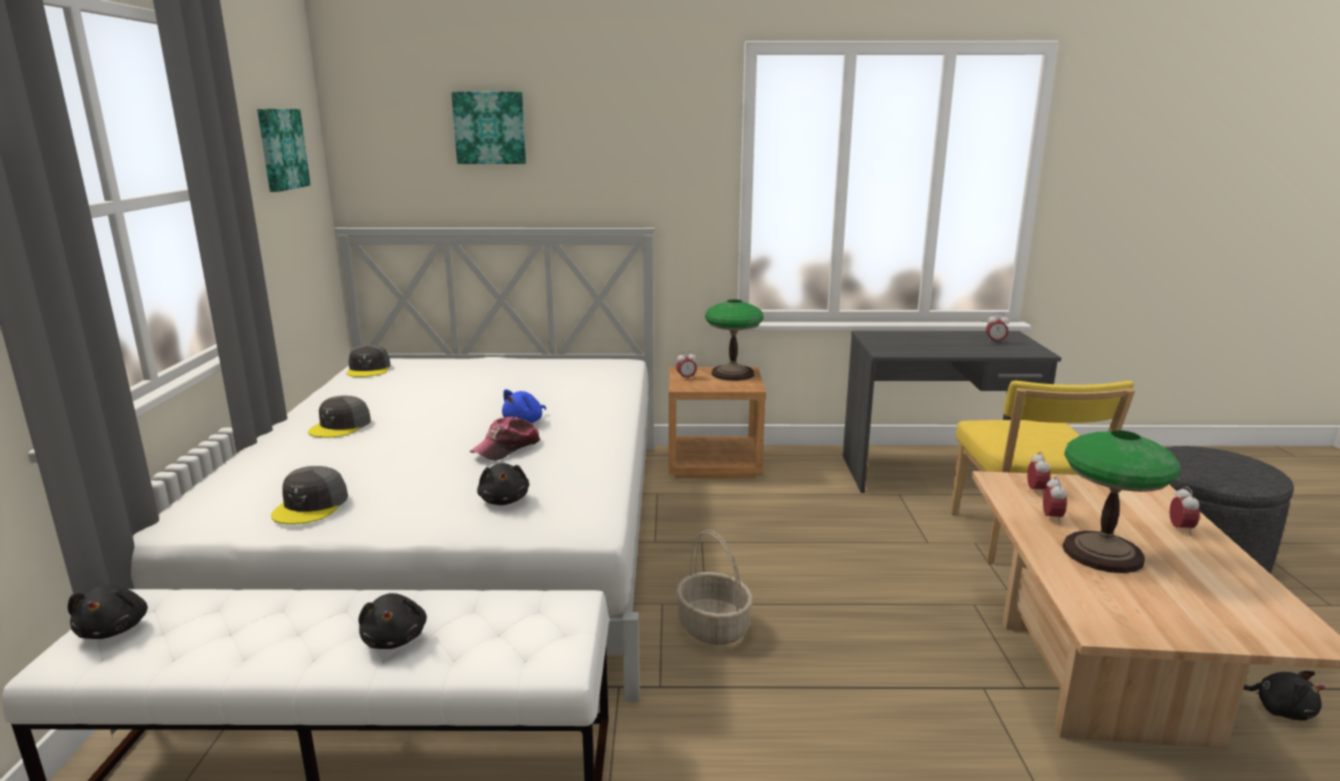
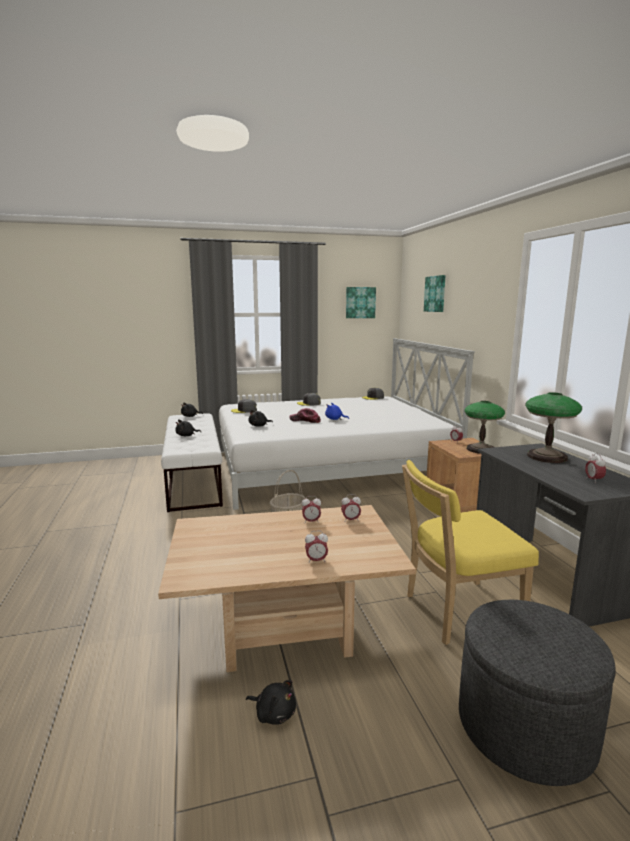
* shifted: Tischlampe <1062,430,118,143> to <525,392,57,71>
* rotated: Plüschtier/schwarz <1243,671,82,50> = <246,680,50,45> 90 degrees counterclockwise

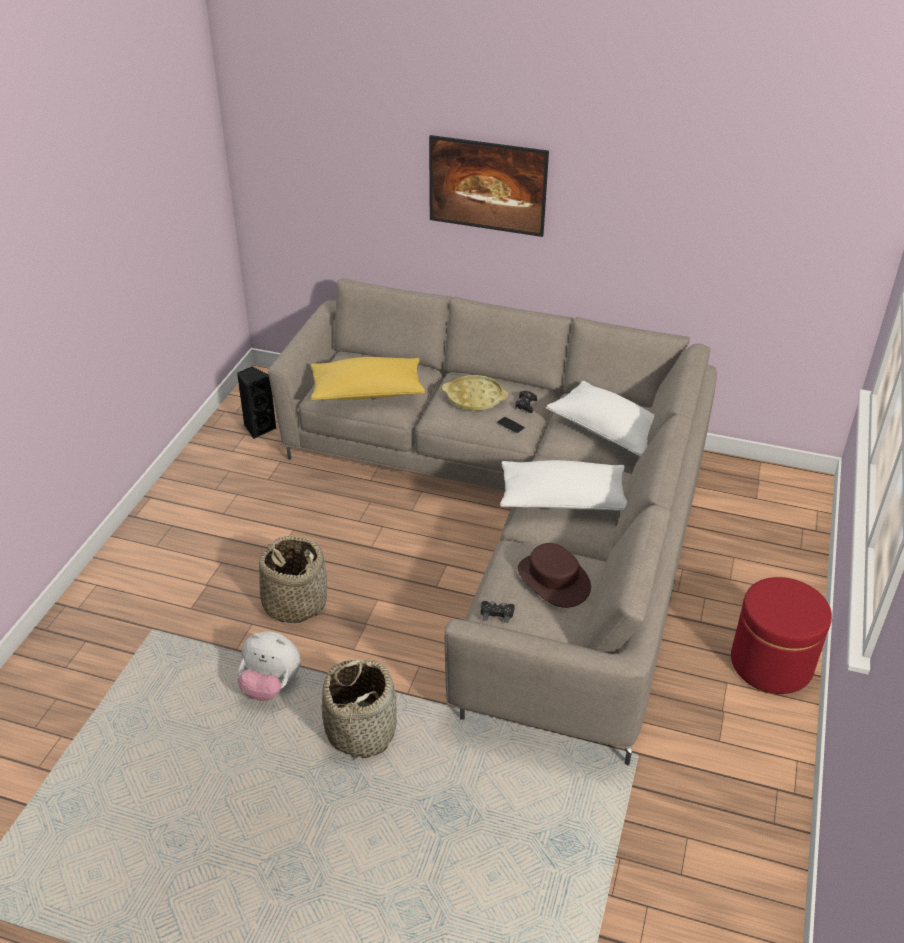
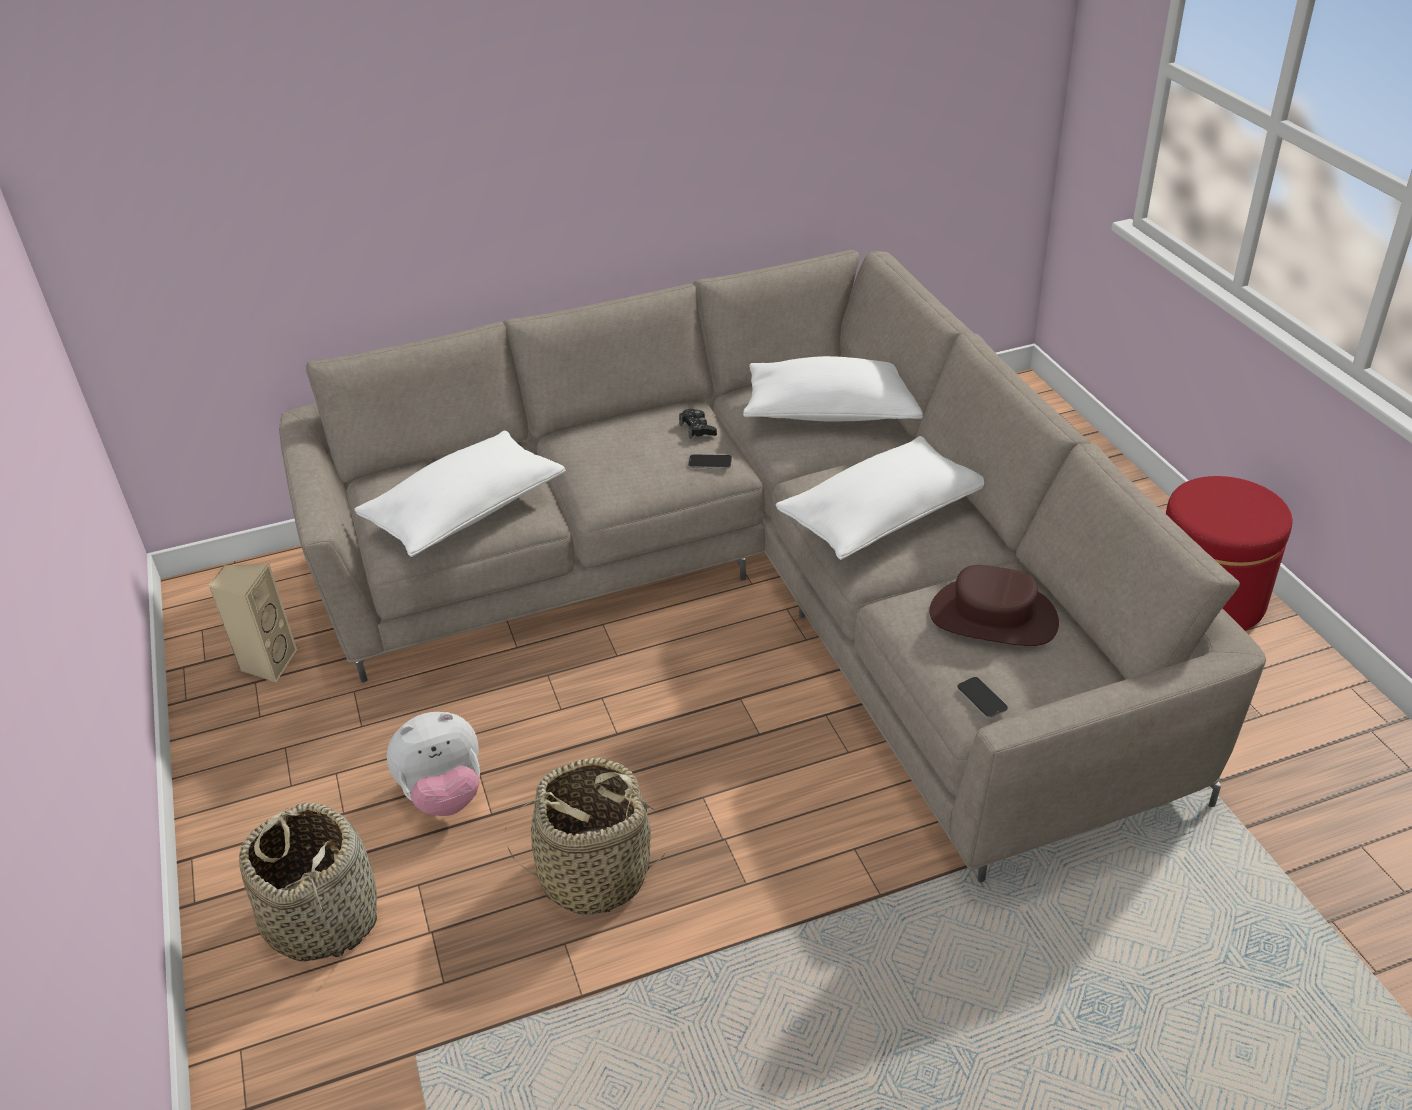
* repainted: Lautsprecher/schwarz <237,366,39,73> to Lautsprecher/beige <208,564,89,118>
* shifted: Plüschtier <238,631,63,70> to <387,712,93,104>
* repainted: Kissen/gelb <310,357,115,43> to Kissen/weiß <354,431,212,126>
* shifted: Korb <322,658,75,102> to <239,802,138,160>
* gone: Bild <429,135,120,102>
* gone: Tablett/gelb <442,375,66,36>
* swapped: Gamepad/schwarz <481,601,34,22> to Handy <957,677,51,41>

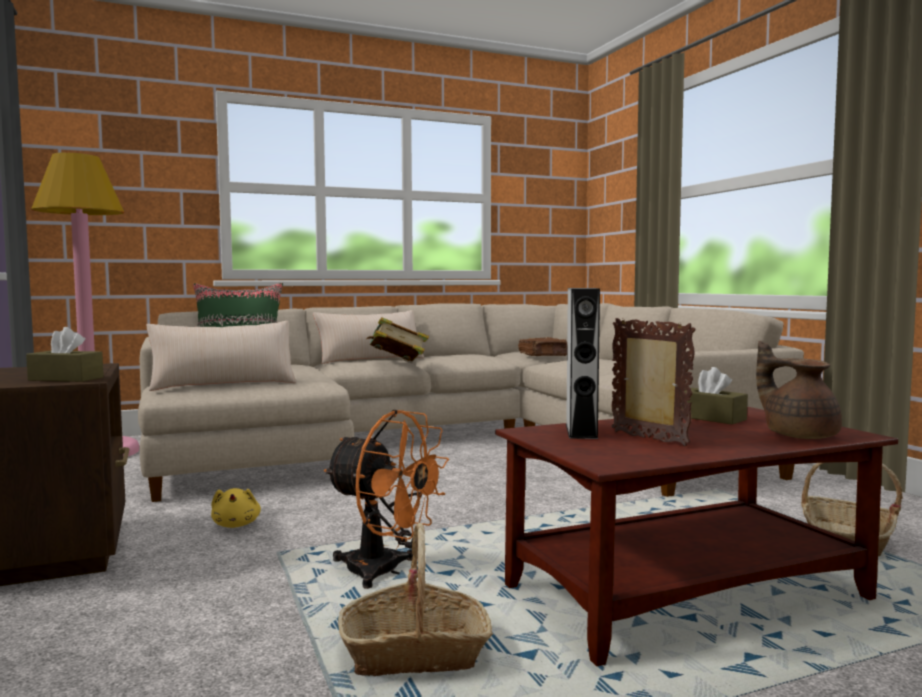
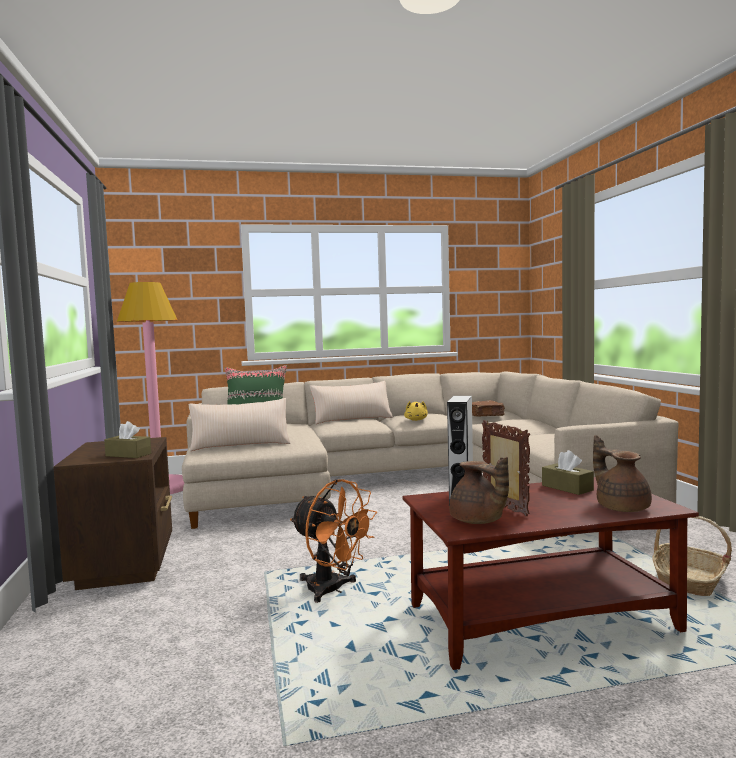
* shifted: Plüschtier/gelb <211,488,50,40> to <404,401,24,20>
* gone: Korb <338,523,155,153>
* gone: Buch <366,317,63,44>
* new: Teekanne/braun <449,457,60,67>

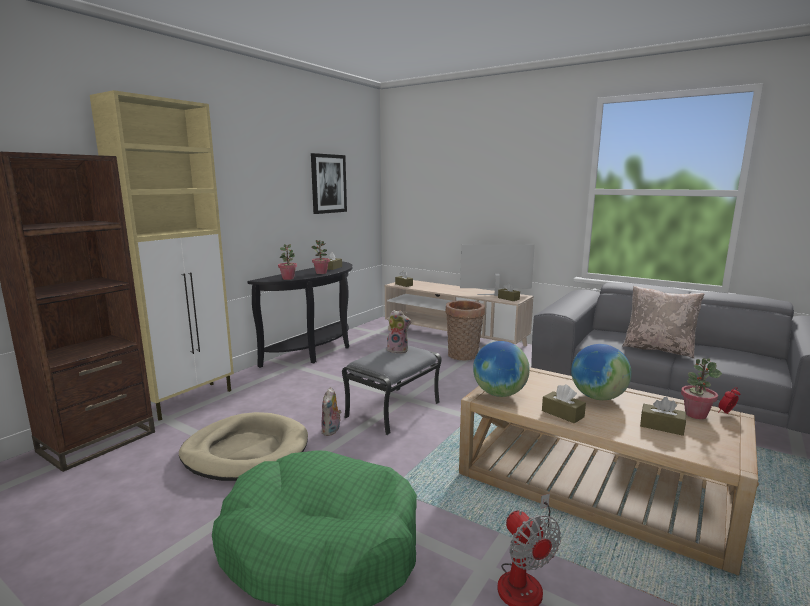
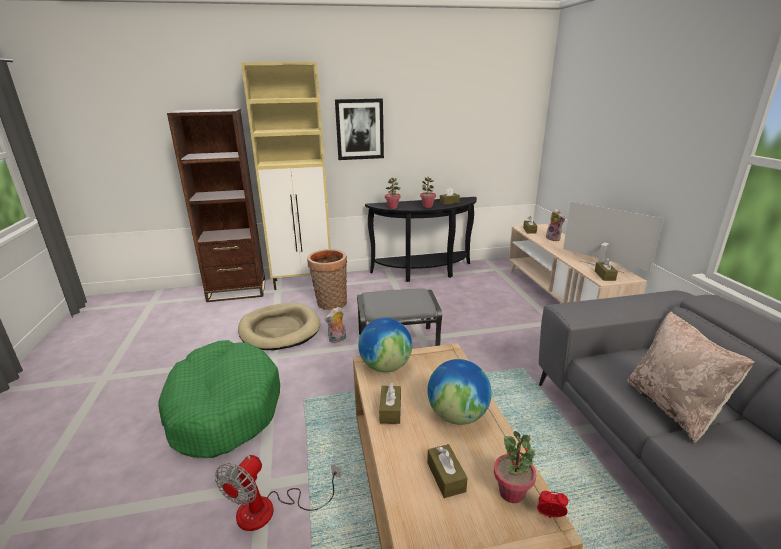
* shifted: Bild <311,153,36,61> to <335,99,49,61>
* shifted: Plüschtier <387,310,25,44> to <546,209,19,32>
* shifted: Korb <446,300,39,60> to <307,249,40,61>

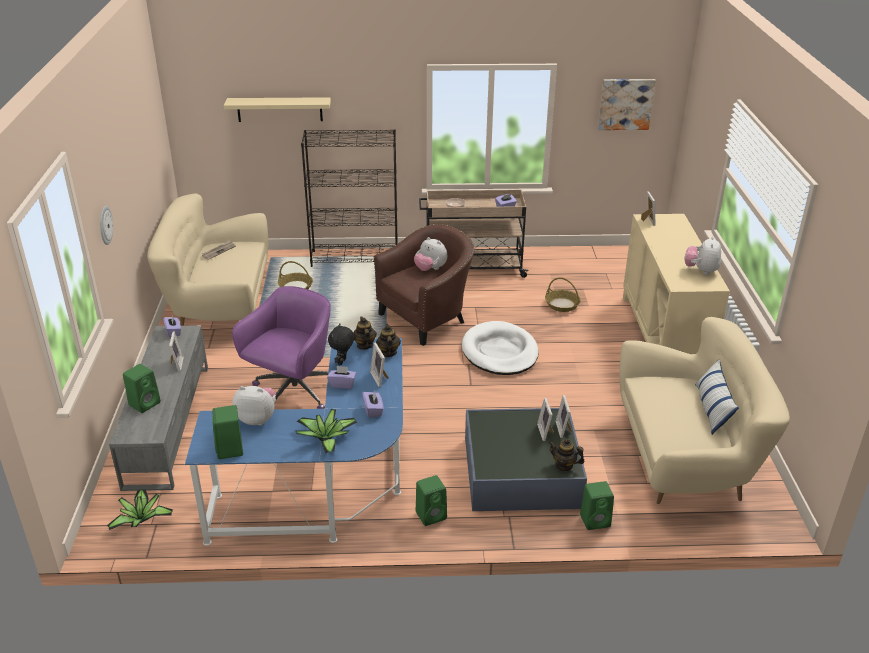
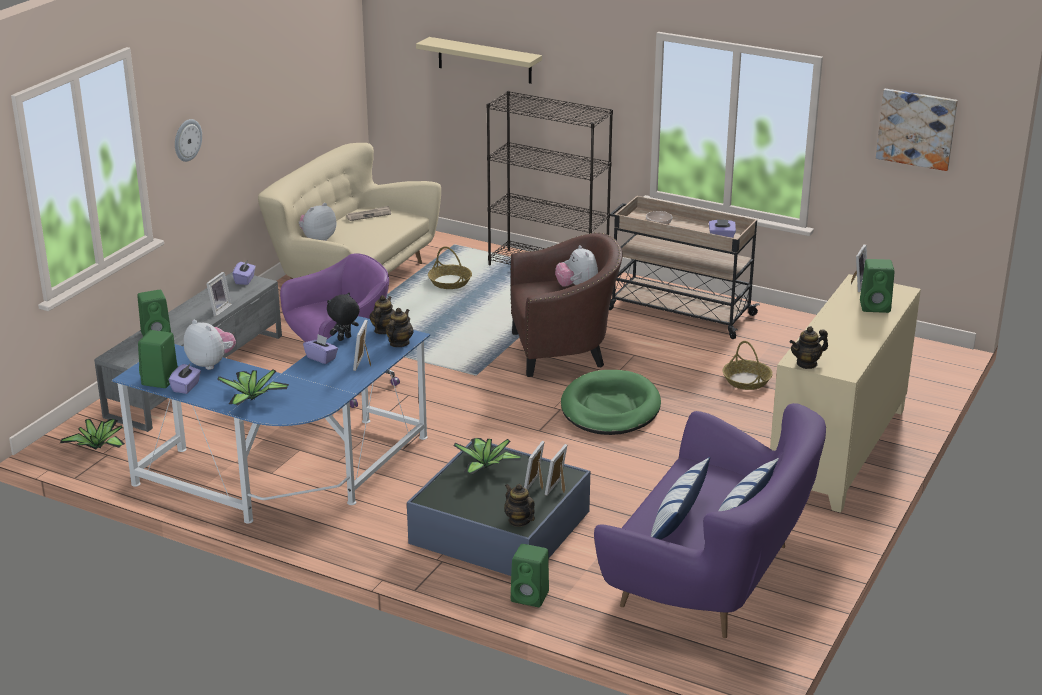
* shifted: Taschentuchbox/lila <362,391,22,27> to <169,364,32,30>
* shifted: Lautsprecher/grün <416,475,31,51> to <860,259,35,54>
* repainted: Hundebett/weiß <462,321,77,54> to Hundebett/grün <561,370,100,65>
* repainted: Sofa/beige <619,317,171,187> to Sofa/lila <594,403,232,235>
* shifted: Plüschtier <685,236,36,39> to <299,203,38,38>
* new: Topfpflanze <454,438,69,36>
* new: Kissen <651,457,59,83>
* new: Teekanne <790,326,38,43>

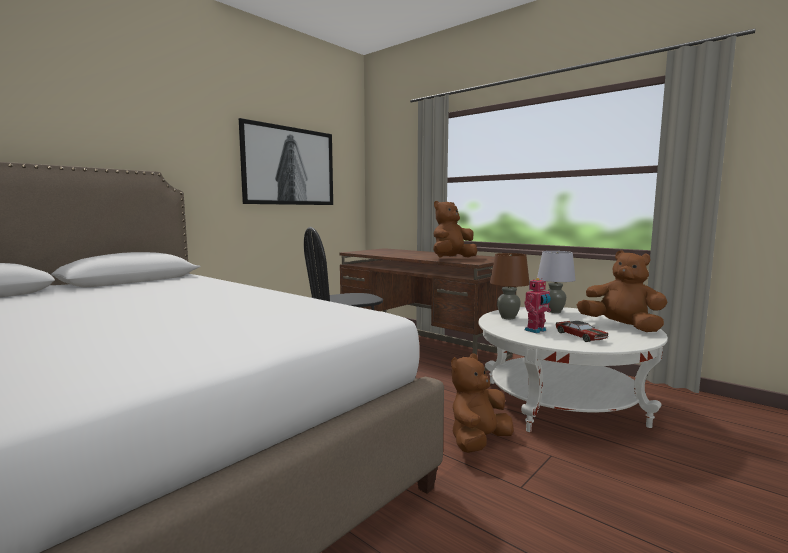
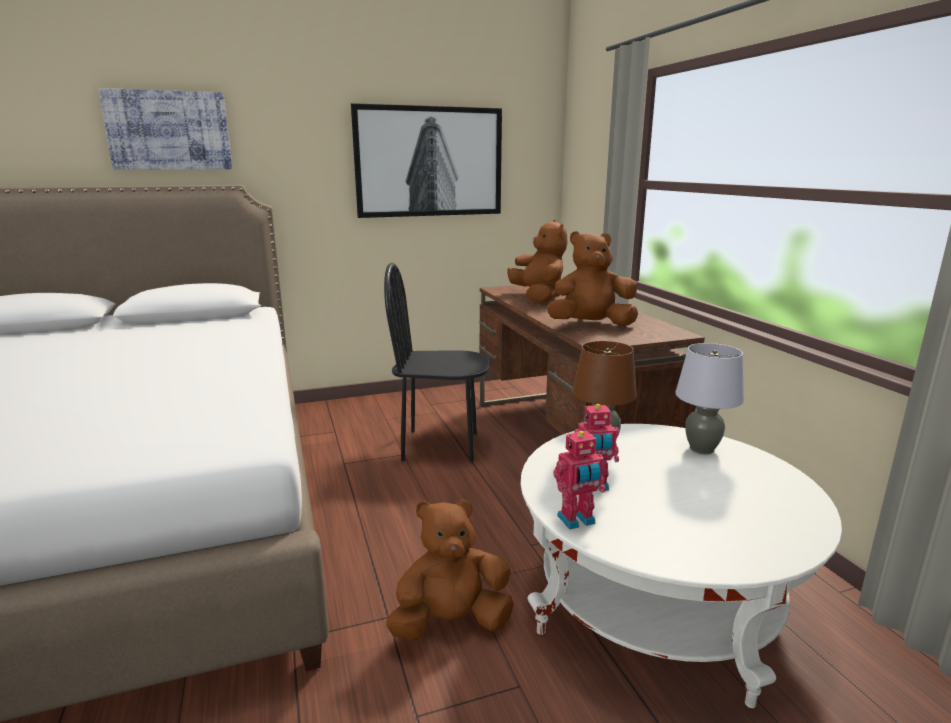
* gone: Spielzeugauto <555,321,53,21>
* shifted: Plüschtier/braun <577,250,90,82> to <507,220,60,83>
* new: Bild <98,88,134,81>
* new: Spielzeugroboter <553,431,53,99>

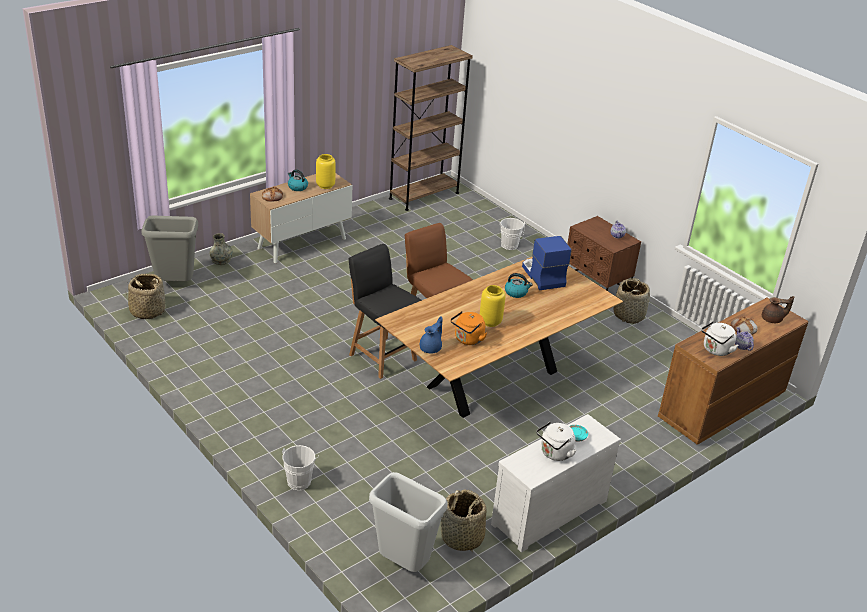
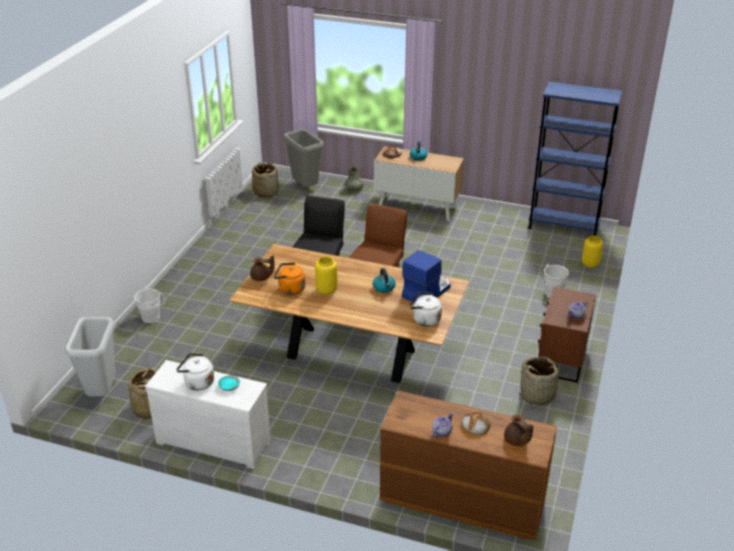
* shifted: Vase/gelb <316,154,20,35> to <582,236,21,32>
* repainted: Bücherregal/braun <389,45,84,166> to Bücherregal/blau <528,82,94,154>
* repainted: Teekanne/blau <420,316,22,38> to Teekanne/braun <250,256,25,25>
* shifted: Wasserkessel/weiß <701,321,38,35> to <409,292,33,34>

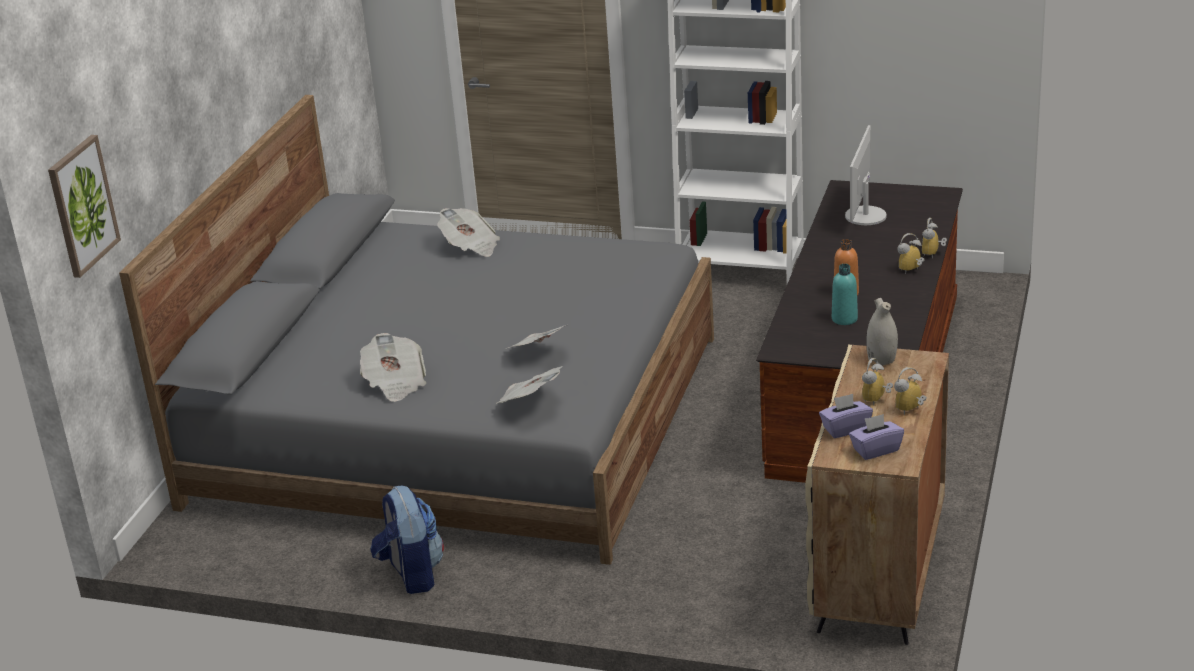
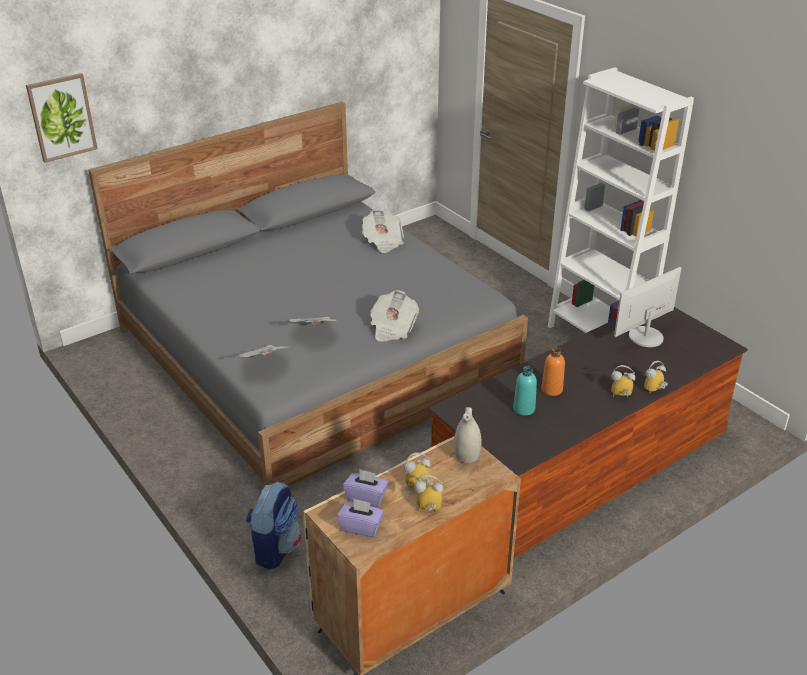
* shifted: Zeitung <360,333,66,69> to <370,290,49,51>
* shifted: Rucksack <370,486,74,108> to <246,481,56,89>

